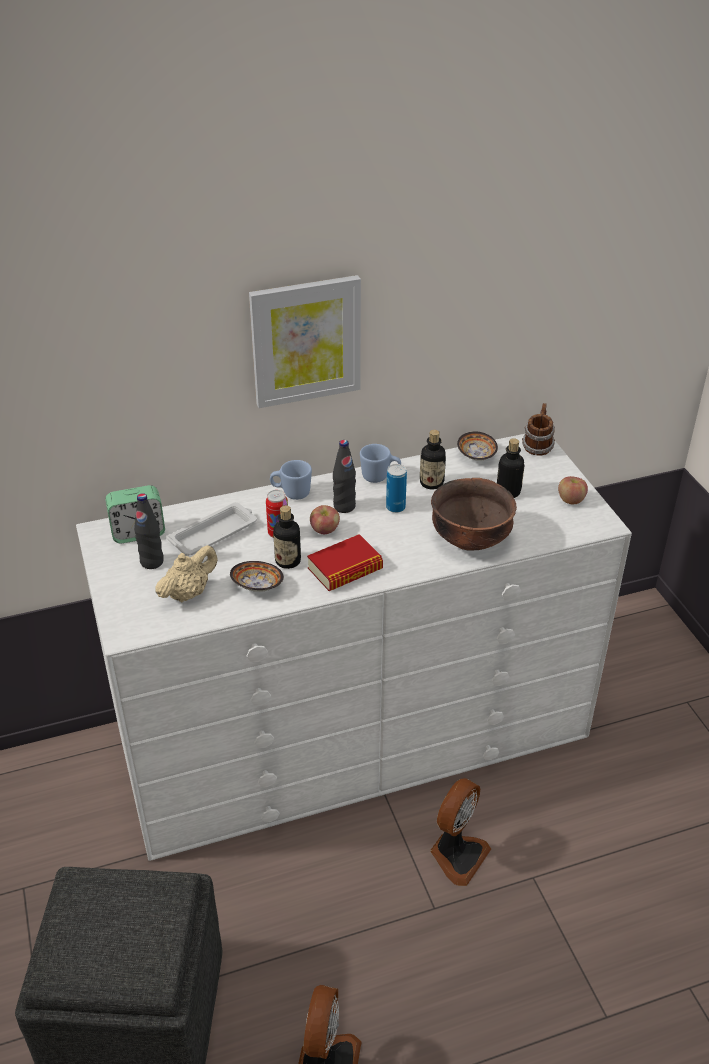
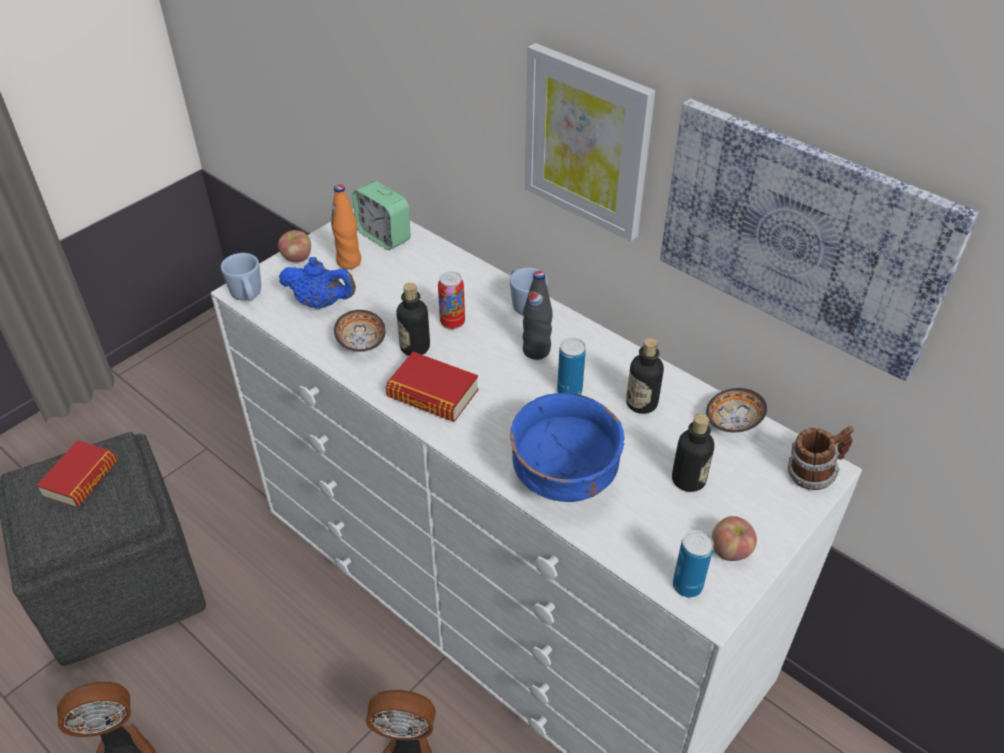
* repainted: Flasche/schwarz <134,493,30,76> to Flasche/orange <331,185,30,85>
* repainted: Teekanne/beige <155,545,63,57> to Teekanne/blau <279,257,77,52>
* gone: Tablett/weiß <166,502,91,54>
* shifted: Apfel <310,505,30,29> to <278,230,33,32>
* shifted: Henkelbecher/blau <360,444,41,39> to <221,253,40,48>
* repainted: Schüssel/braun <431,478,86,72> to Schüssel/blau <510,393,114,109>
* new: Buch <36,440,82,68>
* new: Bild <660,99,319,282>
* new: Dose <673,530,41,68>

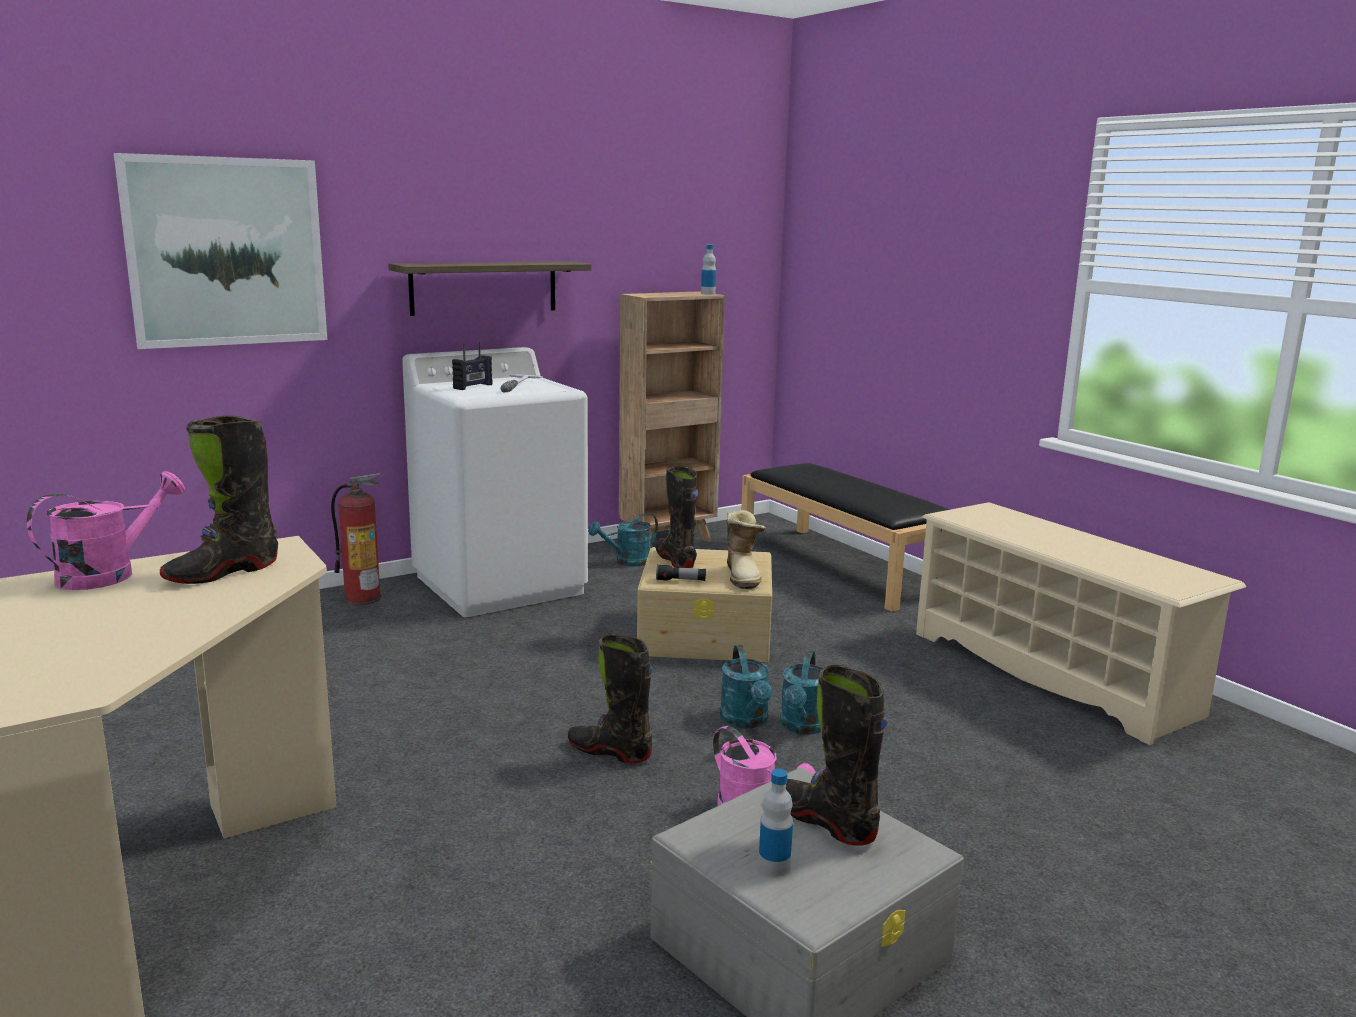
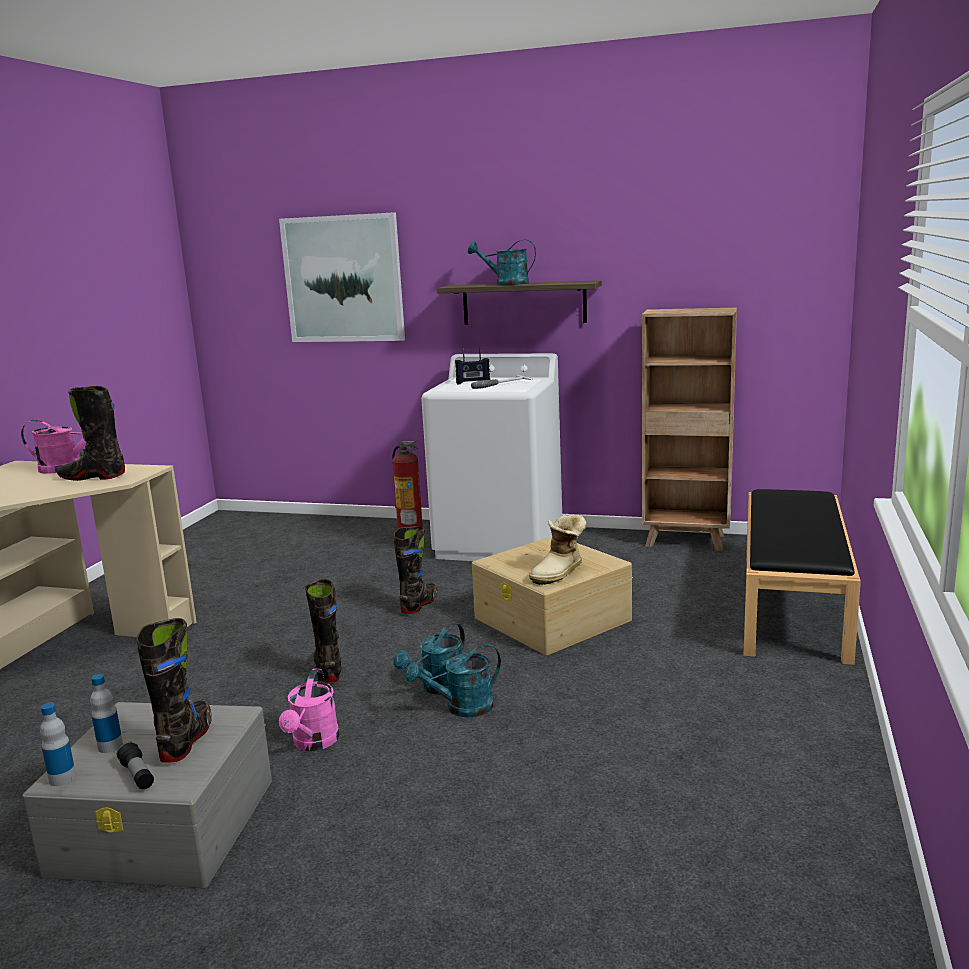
* shifted: Gießkanne/türkis <588,513,70,54> to <468,240,68,45>
* shifted: Stiefel/schwarz <655,466,43,102> to <394,526,43,88>
* shifted: Taschenlampe <656,564,50,17> to <117,741,37,48>
* shifted: Flasche <701,245,15,50> to <40,702,36,84>
* gone: Schuhregal/beige <916,502,330,243>

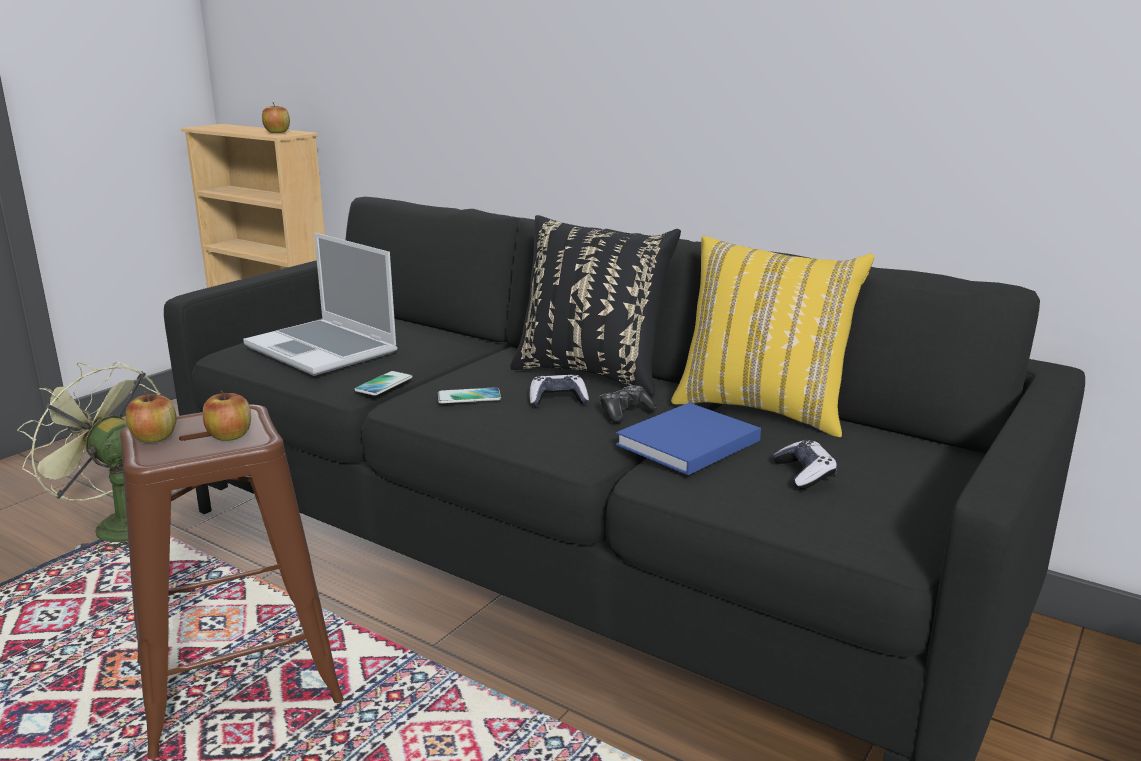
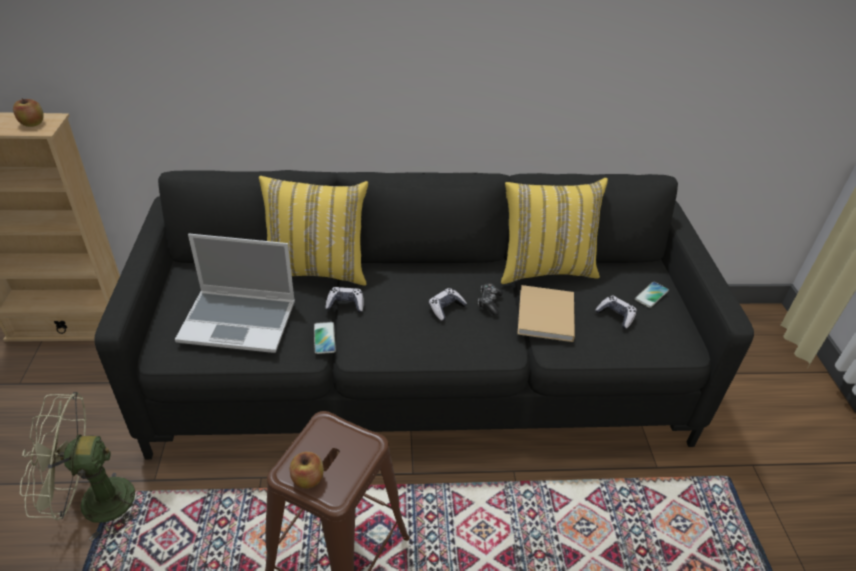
* gone: Apfel <203,390,48,51>
* shifted: Handy <438,387,63,17> to <635,282,34,26>
* gone: Kissen/schwarz <510,215,171,181>
* repainted: Buch/blau <616,403,145,72> to Buch/beige <517,285,58,57>
* new: Kissen/gelb <259,176,109,110>
* new: Gamepad <325,287,39,26>

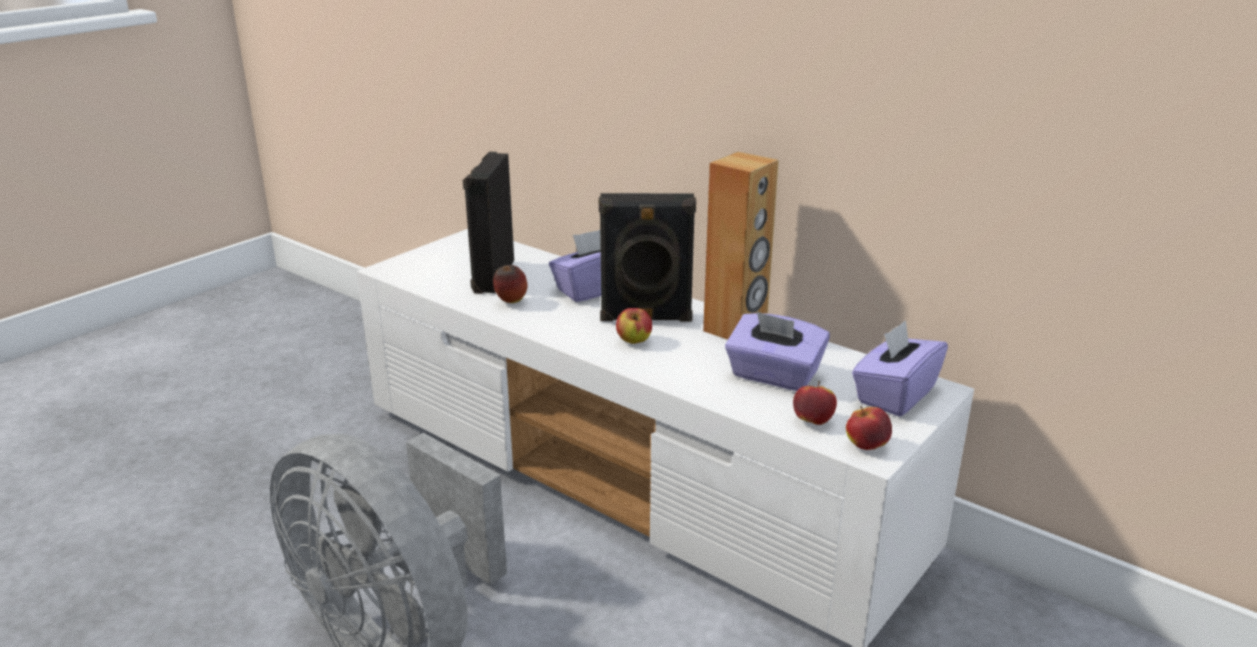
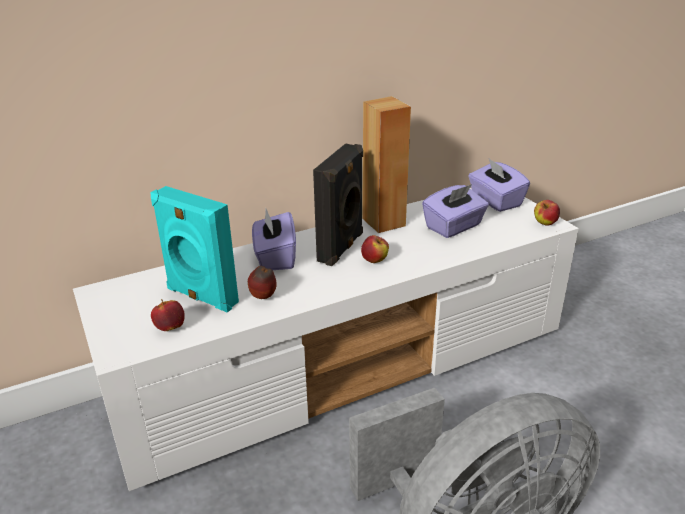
* repainted: Lautsprecher/schwarz <463,152,51,142> to Lautsprecher/türkis <150,186,89,127>
* shifted: Apfel <793,381,44,44> to <151,299,34,32>

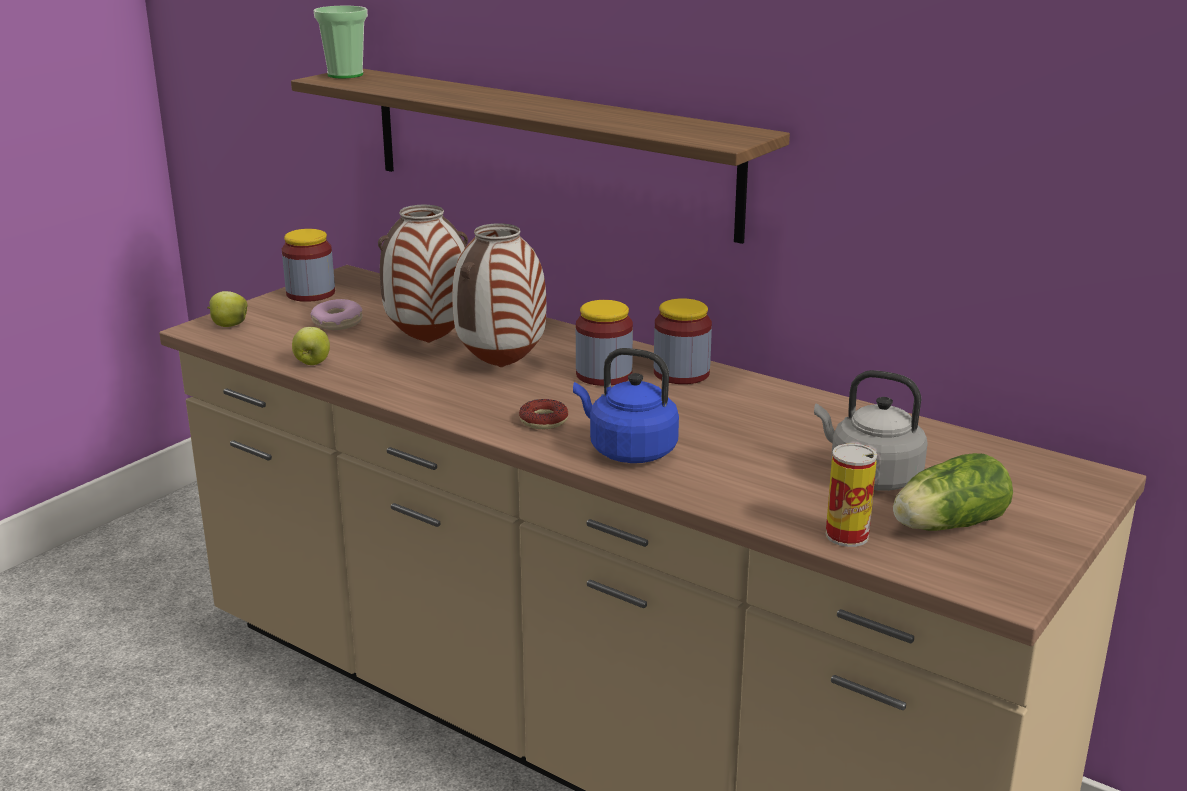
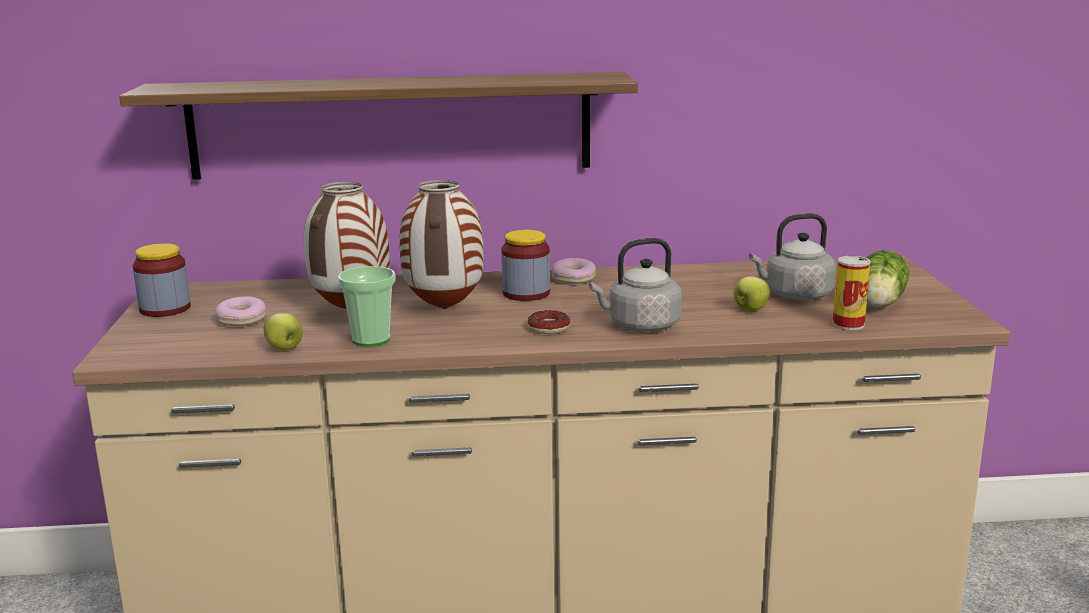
* shifted: Apfel <207,291,41,36> to <734,276,36,36>
* shifted: Tasse <313,6,55,72> to <338,266,58,80>
* repainted: Wasserkessel/blau <573,348,106,115> to Wasserkessel/grau <589,238,93,94>
* swapped: Vorratsglas <654,298,58,86> to Donut <552,258,44,26>

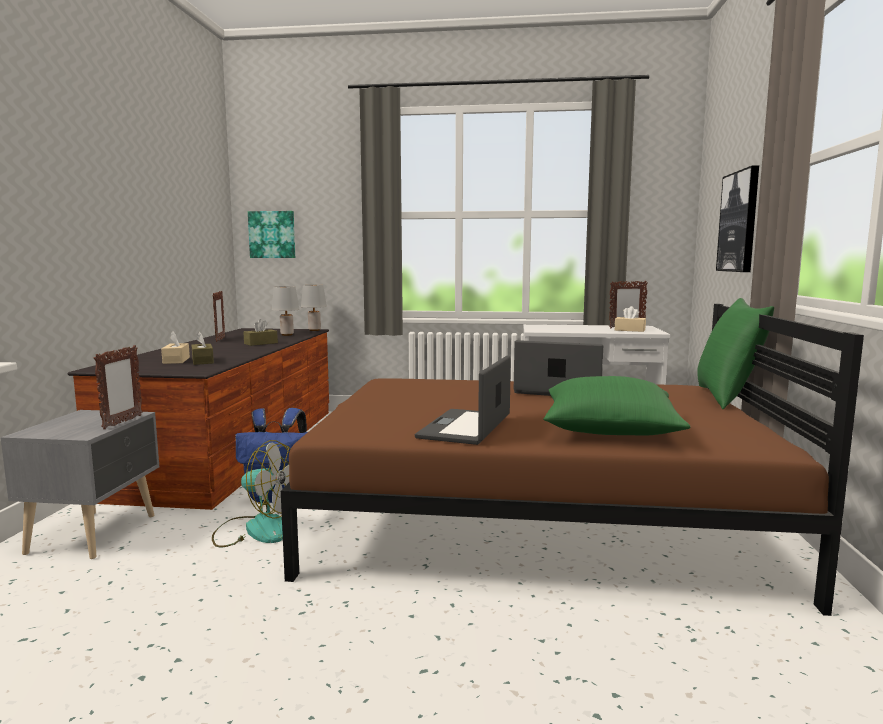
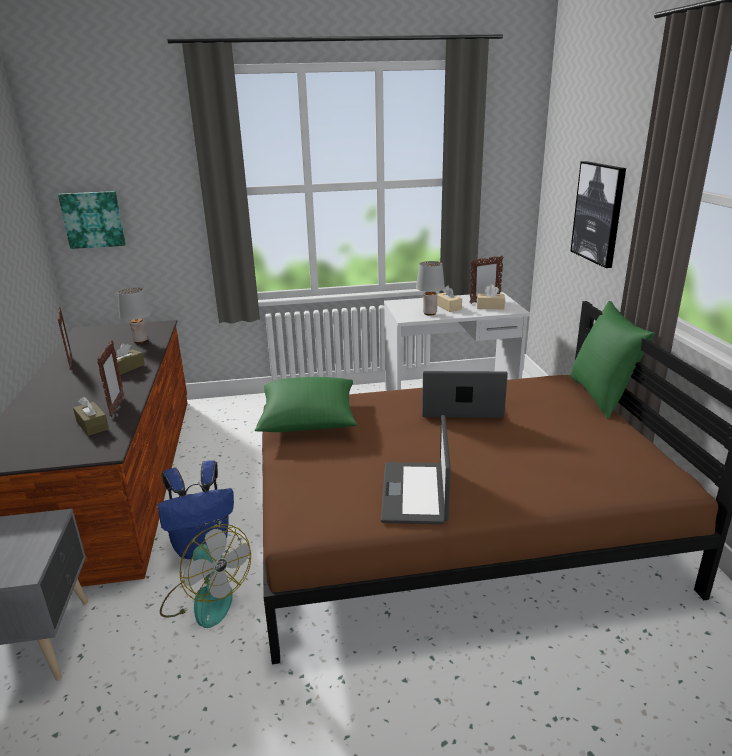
* shifted: Bilderrahmen <94,345,49,84> to <97,340,27,77>
* shifted: Taschentuchbox/beige <161,331,29,33> to <437,285,25,27>
* rotated: Ventilator <212,440,78,107> = <160,524,91,104> 45 degrees clockwise
* shifted: Tischlampe/grau <301,285,26,46> to <416,261,29,55>
* shifted: Kissen/grün <543,376,147,59> to <255,377,102,55>

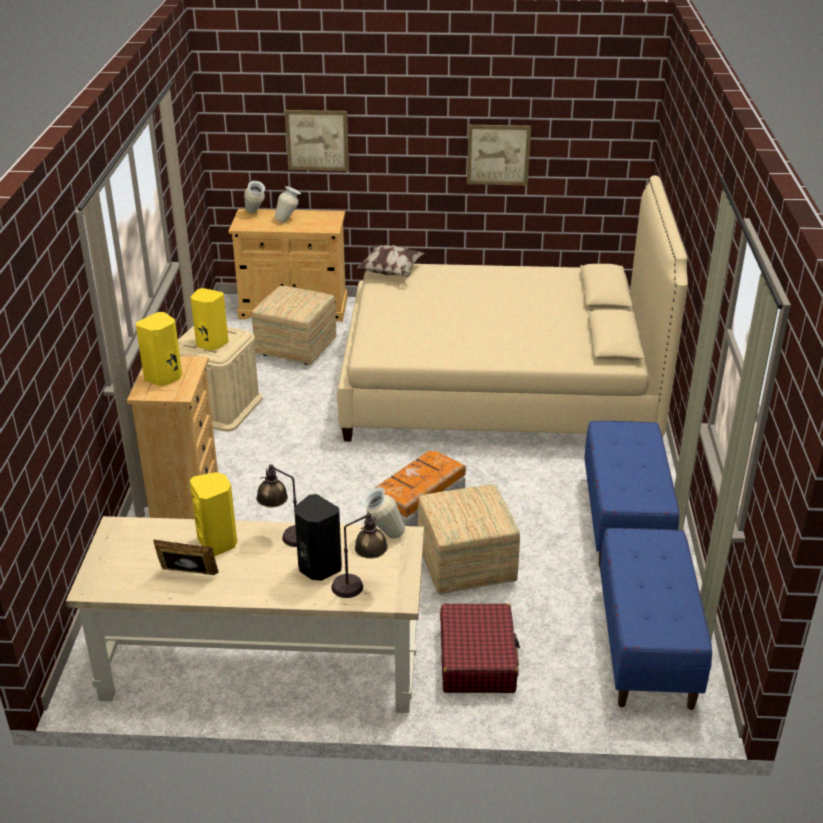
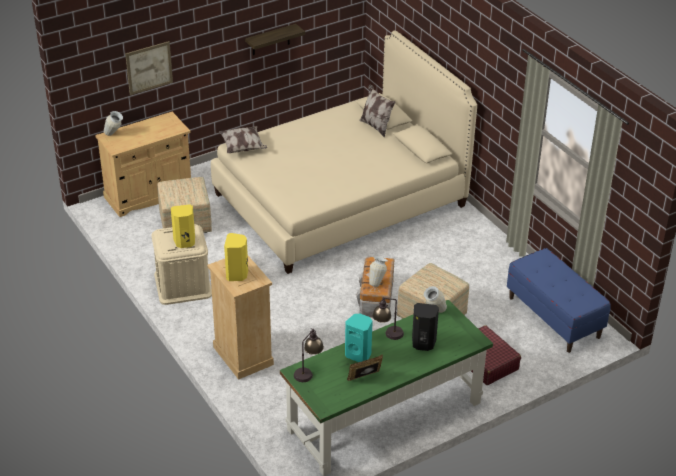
* repainted: Schreibtisch/beige <66,516,358,197> to Schreibtisch/grün <280,300,213,176>
* repainted: Lautsprecher/gelb <190,472,47,85> to Lautsprecher/türkis <345,314,28,48>
* shifted: Vase <275,186,26,37> to <369,256,19,31>
* shifted: Tischlampe <331,511,57,87> to <294,328,30,54>
* swapped: Bild <467,125,64,60> to Wandregal <245,24,60,31>
* gone: Bank/blau <584,421,95,146>
* new: Kissen <359,84,36,54>

